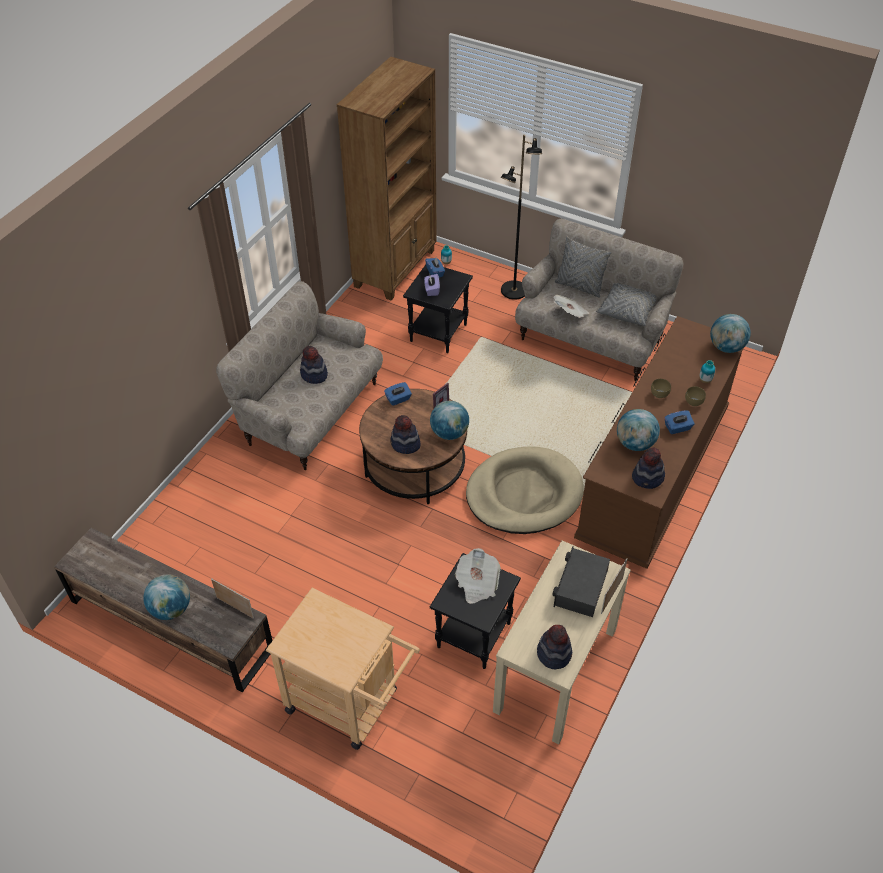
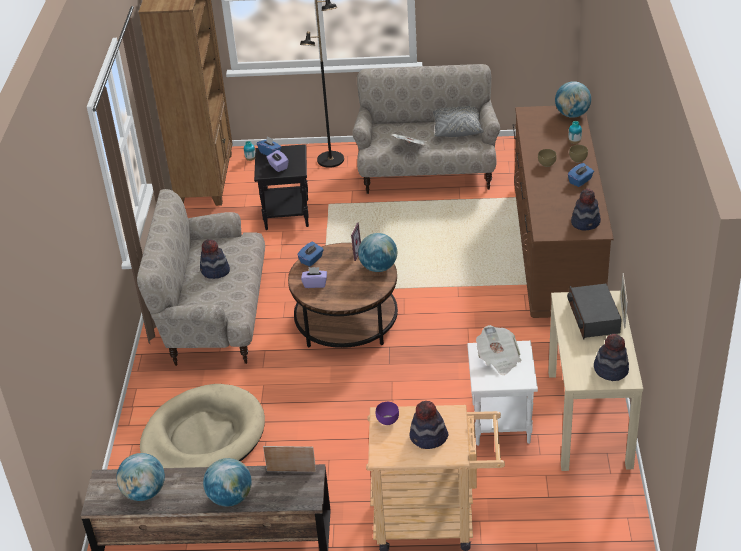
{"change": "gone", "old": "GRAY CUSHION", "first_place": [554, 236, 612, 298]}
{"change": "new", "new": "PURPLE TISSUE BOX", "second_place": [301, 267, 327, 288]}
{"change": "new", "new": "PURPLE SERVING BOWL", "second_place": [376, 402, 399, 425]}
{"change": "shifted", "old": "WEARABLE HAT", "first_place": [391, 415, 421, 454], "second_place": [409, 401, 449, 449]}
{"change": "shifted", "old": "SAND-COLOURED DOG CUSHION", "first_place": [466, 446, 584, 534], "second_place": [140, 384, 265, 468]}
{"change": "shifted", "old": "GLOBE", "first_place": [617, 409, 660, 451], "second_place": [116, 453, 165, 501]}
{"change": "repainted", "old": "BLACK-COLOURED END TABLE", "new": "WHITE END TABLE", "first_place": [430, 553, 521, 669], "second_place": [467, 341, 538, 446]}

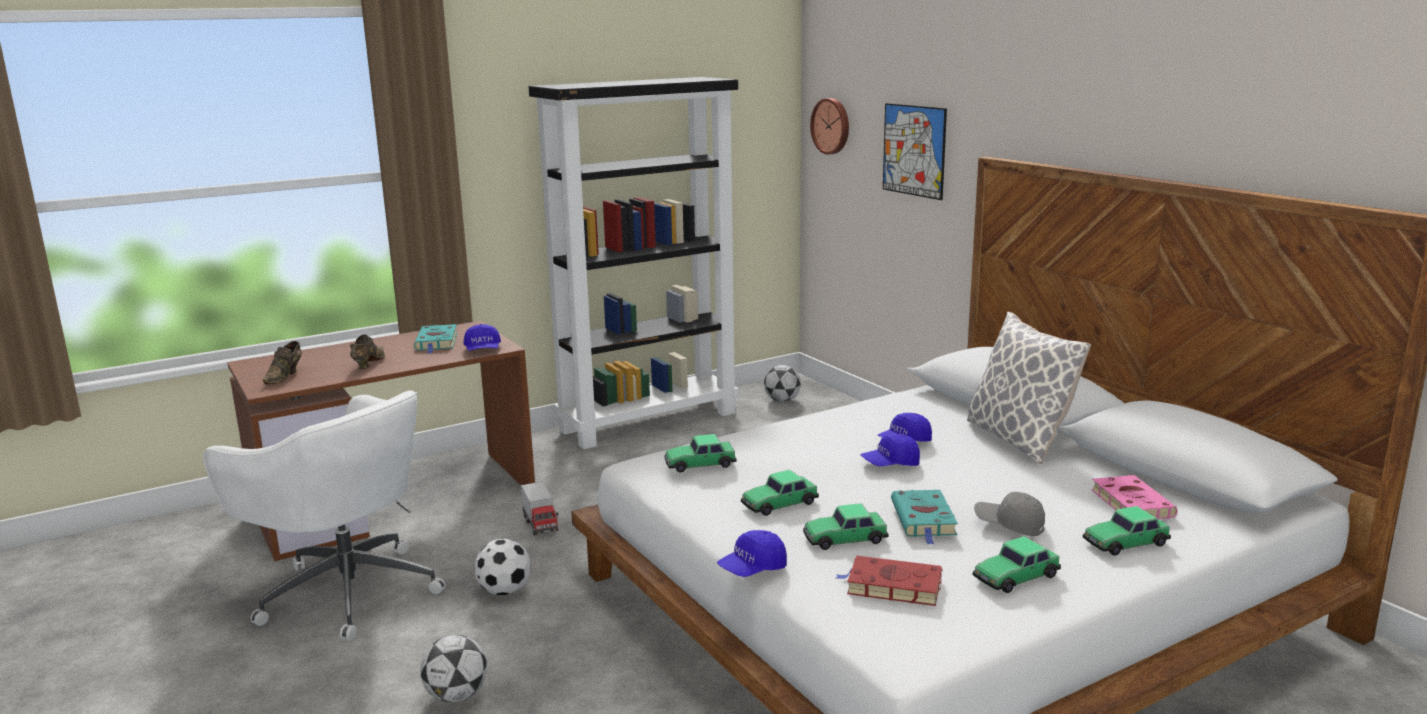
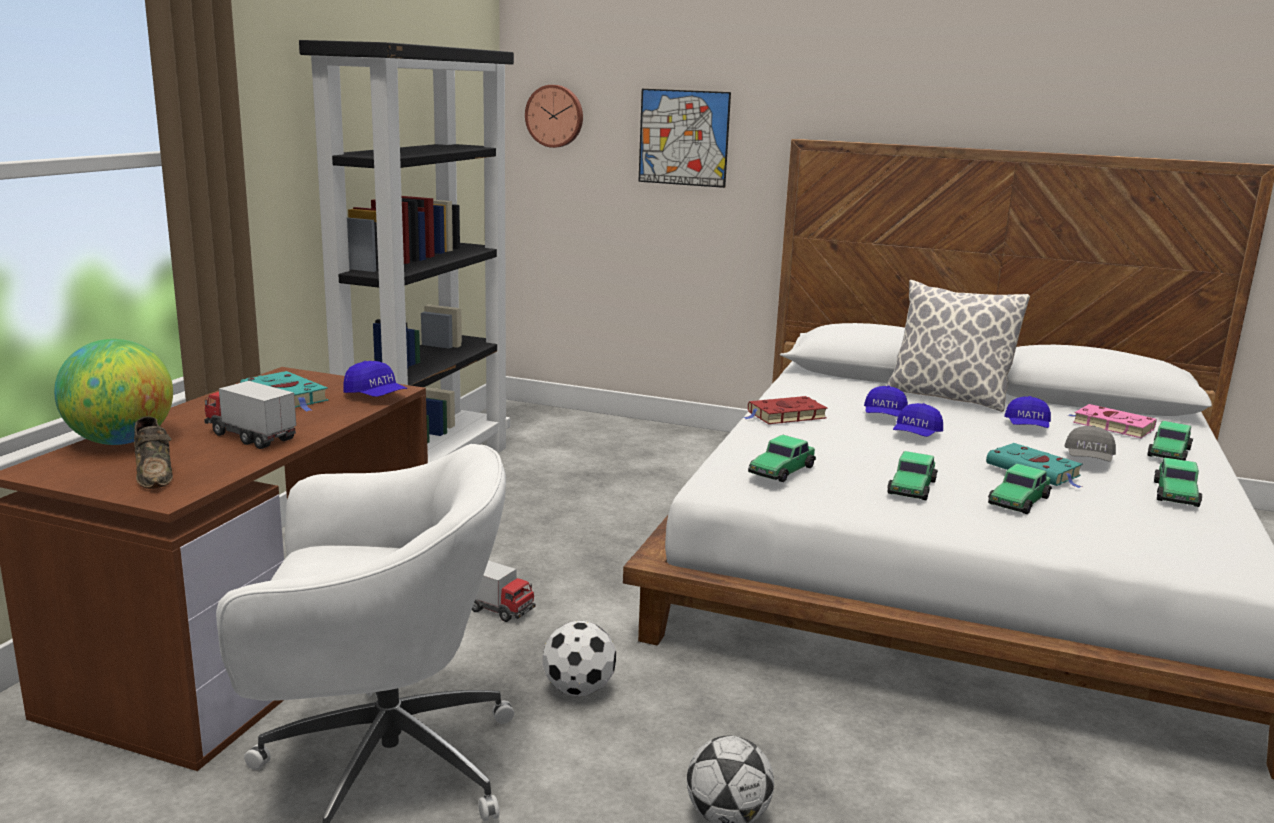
{"change": "gone", "old": "BALL FOR FOOTBALL", "first_place": [764, 365, 801, 402]}
{"change": "new", "new": "GLOBE", "second_place": [54, 339, 173, 445]}
{"change": "shifted", "old": "BLUE-COLOURED PEAKED CAP", "first_place": [717, 530, 787, 577], "second_place": [1004, 396, 1051, 428]}
{"change": "shifted", "old": "RED-COLOURED BOUND BOOK", "first_place": [836, 556, 943, 606], "second_place": [743, 396, 828, 424]}
{"change": "swapped", "old": "BROWNISH SHOE", "new": "MODEL TRUCK", "first_place": [350, 334, 385, 369], "second_place": [204, 381, 296, 449]}
{"change": "rotated", "old": "GRAY PEAKED CAP", "first_place": [974, 492, 1045, 536], "second_place": [1064, 425, 1116, 462], "degrees": -60}

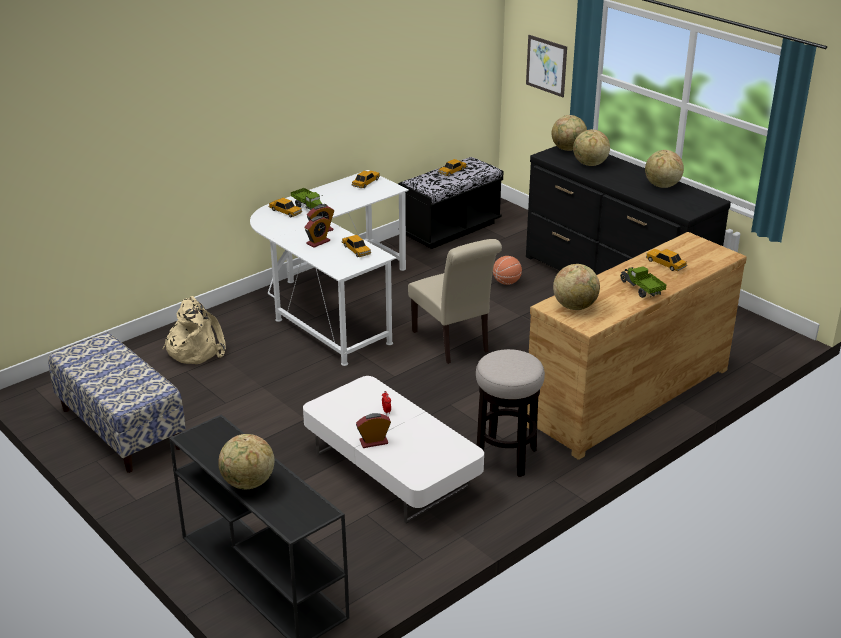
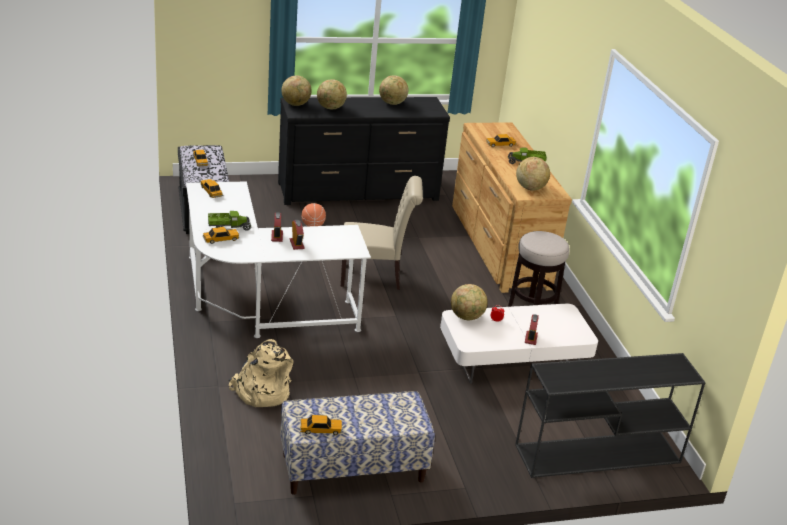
{"change": "gone", "old": "WALL PICTURE", "first_place": [526, 35, 567, 97]}
{"change": "shifted", "old": "GLOBE", "first_place": [218, 434, 274, 489], "second_place": [451, 284, 487, 320]}
{"change": "shifted", "old": "MODEL CAR", "first_place": [342, 235, 371, 257], "second_place": [300, 415, 342, 435]}

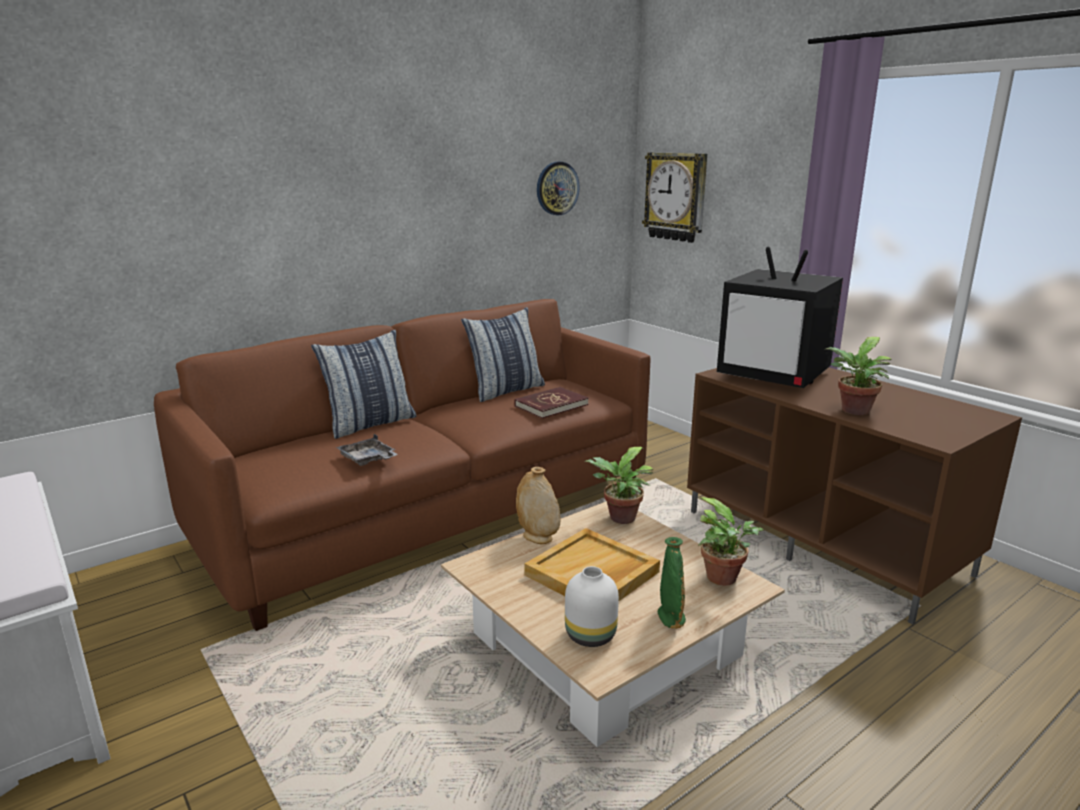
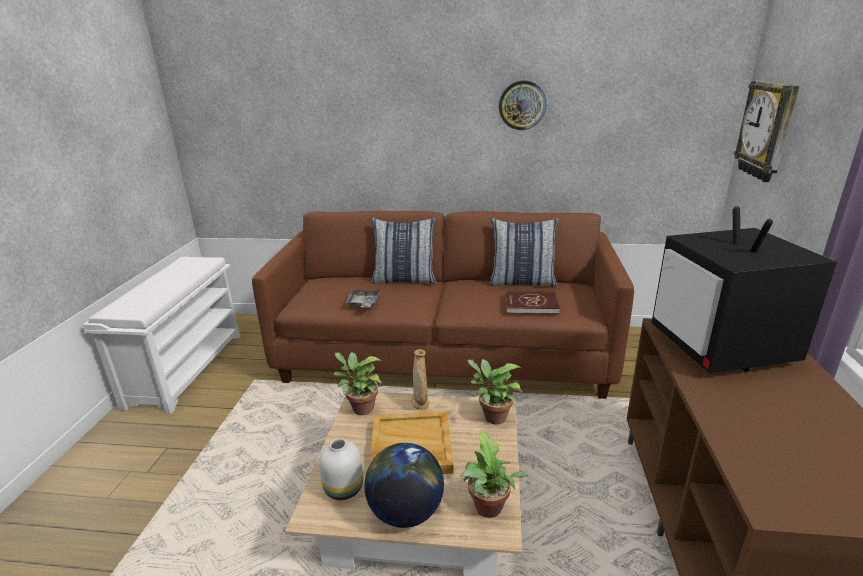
{"change": "shifted", "old": "WALL CLOCK", "first_place": [537, 162, 580, 215], "second_place": [499, 81, 546, 130]}
{"change": "shifted", "old": "HOUSEPLANT", "first_place": [826, 337, 892, 415], "second_place": [333, 352, 382, 415]}
{"change": "swapped", "old": "GREEN-COLOURED DECORATIVE VASE", "new": "GLOBE", "first_place": [658, 537, 686, 628], "second_place": [364, 443, 444, 528]}

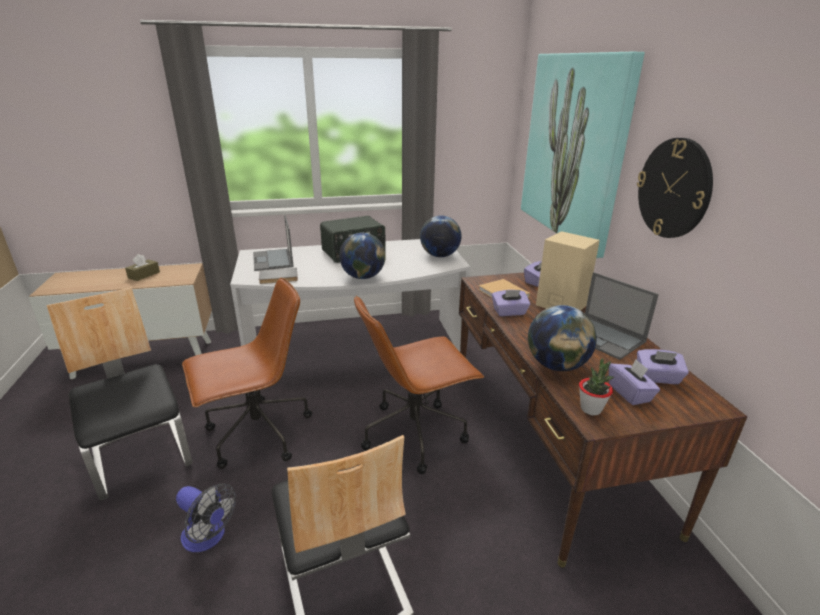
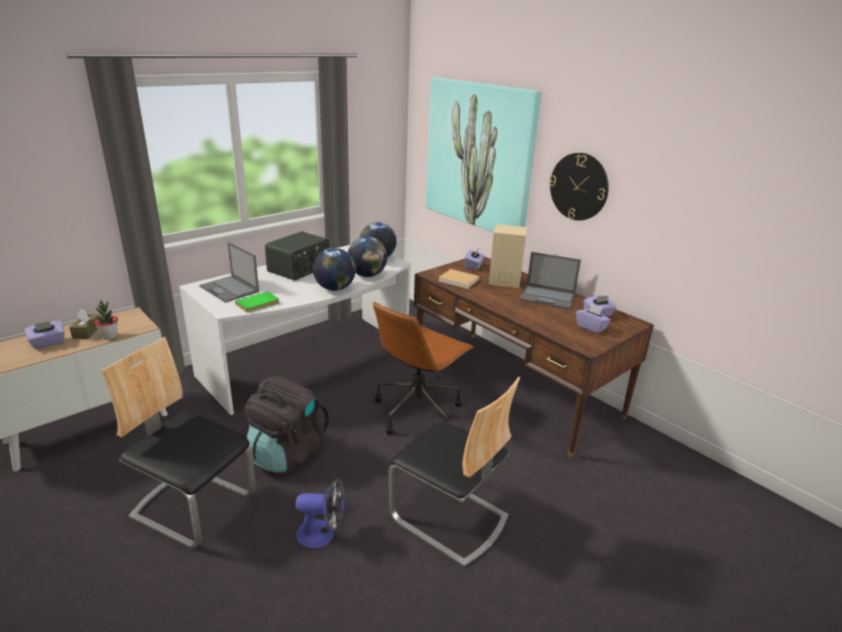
{"change": "shifted", "old": "PURPLE TISSUE BOX", "first_place": [492, 290, 530, 316], "second_place": [24, 321, 65, 349]}
{"change": "shifted", "old": "GLOBE", "first_place": [528, 305, 597, 371], "second_place": [348, 237, 387, 277]}
{"change": "shifted", "old": "HOUSEPLANT", "first_place": [579, 359, 614, 415], "second_place": [94, 300, 118, 340]}
{"change": "swapped", "old": "BROWNISH COMPUTER CHAIR", "new": "BLACK-COLOURED BACKPACK", "first_place": [182, 278, 312, 469], "second_place": [245, 376, 329, 473]}
{"change": "repainted", "old": "GRAY BOUND BOOK", "new": "GREEN-COLOURED BOUND BOOK", "first_place": [259, 268, 298, 284], "second_place": [235, 292, 279, 313]}

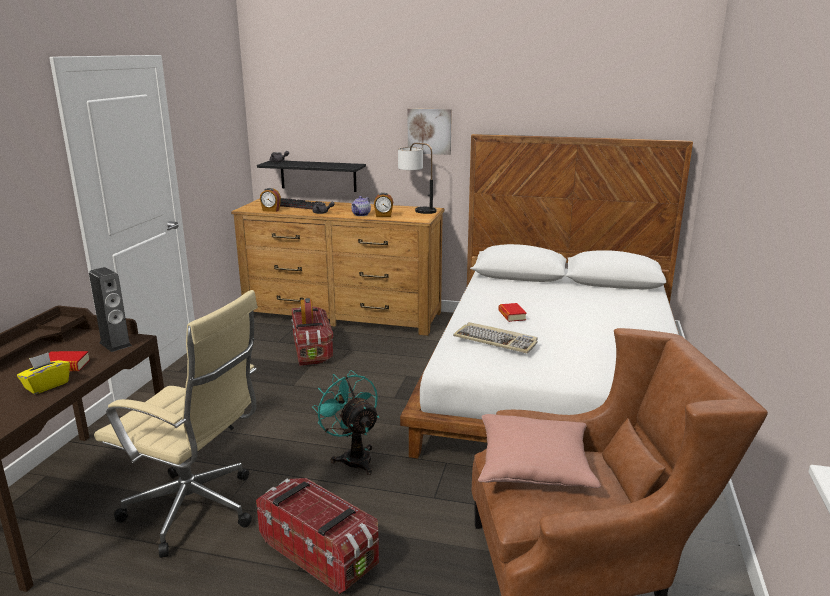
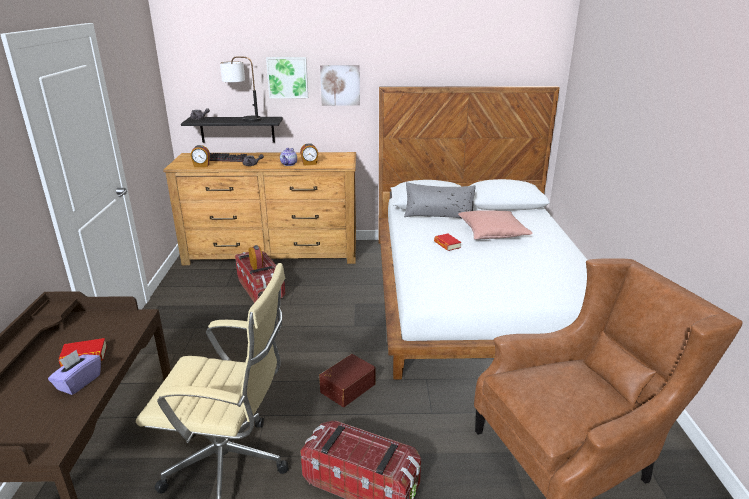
{"change": "gone", "old": "AUDIO SPEAKER", "first_place": [89, 267, 132, 352]}
{"change": "gone", "old": "KEYBOARD", "first_place": [453, 322, 538, 354]}
{"change": "new", "new": "WALL PICTURE", "second_place": [266, 57, 308, 98]}
{"change": "new", "new": "GRAY CUSHION", "second_place": [404, 182, 476, 218]}
{"change": "shifted", "old": "TABLE LAMP", "first_place": [398, 143, 436, 214], "second_place": [220, 56, 262, 122]}
{"change": "shifted", "old": "PINKISH CUSHION", "first_place": [478, 414, 601, 488], "second_place": [458, 210, 533, 240]}
{"change": "swapped", "old": "BLUE-GREEN COOLING FAN", "new": "BROWNISH STORAGE BOX", "first_place": [312, 370, 379, 475], "second_place": [319, 354, 375, 407]}
{"change": "repainted", "old": "YELLOWISH TISSUE BOX", "new": "PURPLE TISSUE BOX", "first_place": [17, 353, 70, 394], "second_place": [48, 350, 101, 395]}

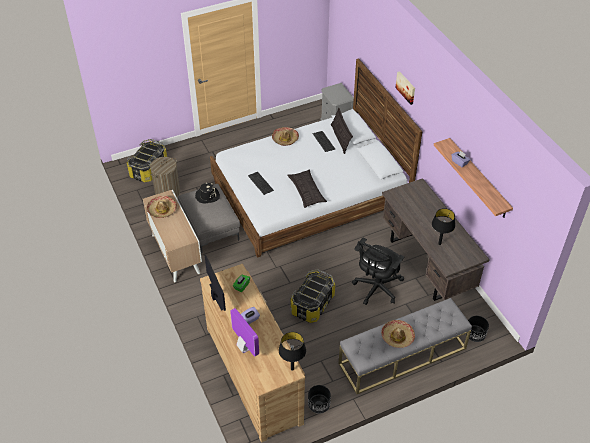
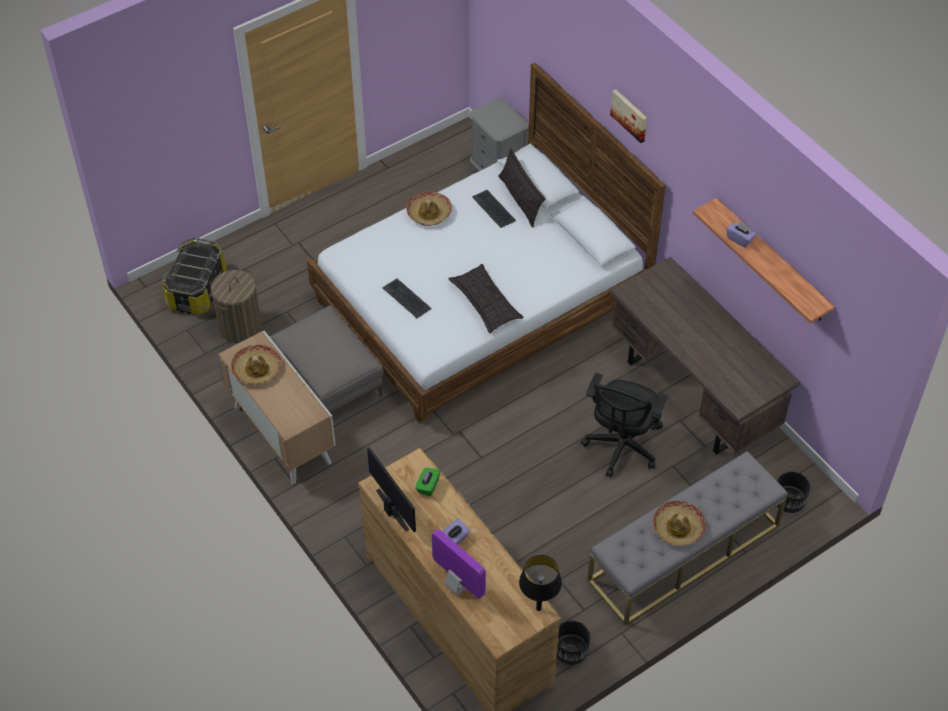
{"change": "gone", "old": "BLACK-COLOURED WEARABLE HAT", "first_place": [195, 183, 220, 204]}
{"change": "gone", "old": "STORAGE BOX", "first_place": [290, 269, 335, 323]}
{"change": "gone", "old": "BLACK-COLOURED TABLE LAMP", "first_place": [432, 208, 455, 245]}

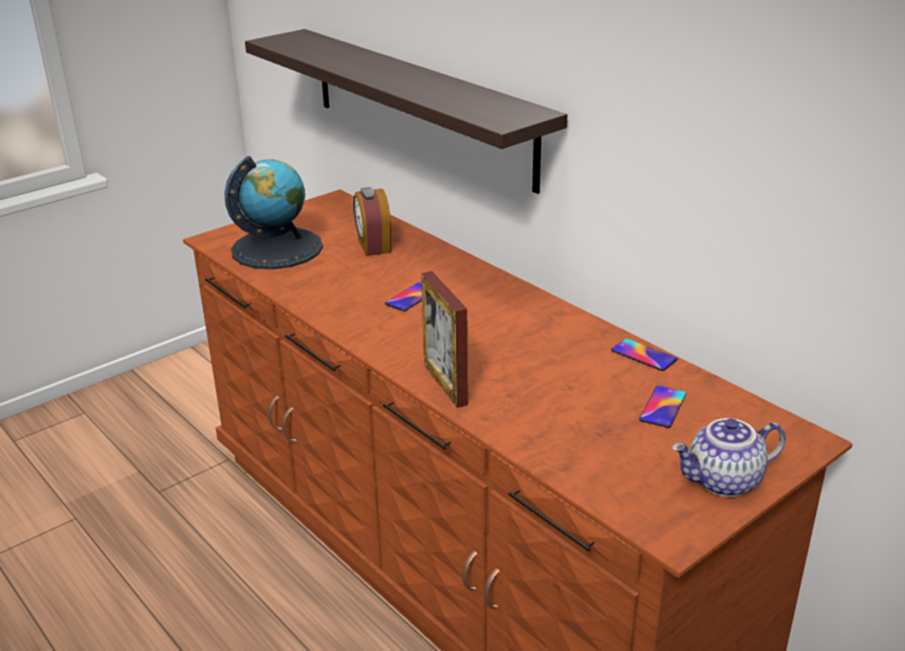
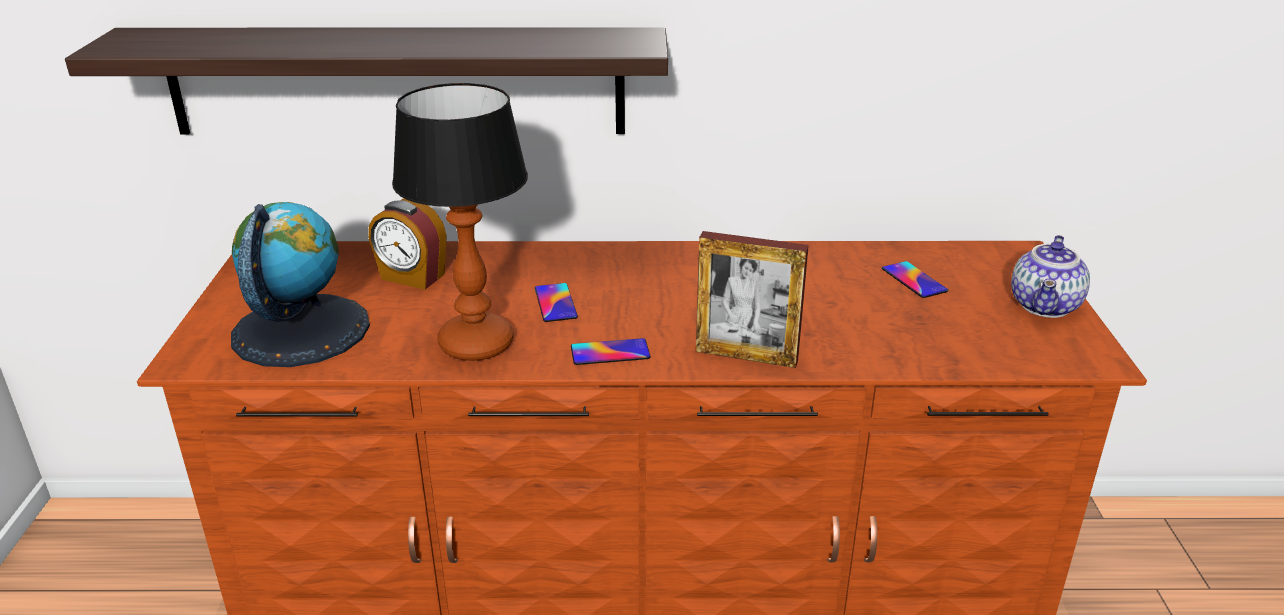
{"change": "new", "new": "TABLE LAMP", "second_place": [392, 83, 528, 361]}
{"change": "shifted", "old": "HANDSET", "first_place": [611, 338, 678, 371], "second_place": [571, 338, 651, 365]}

